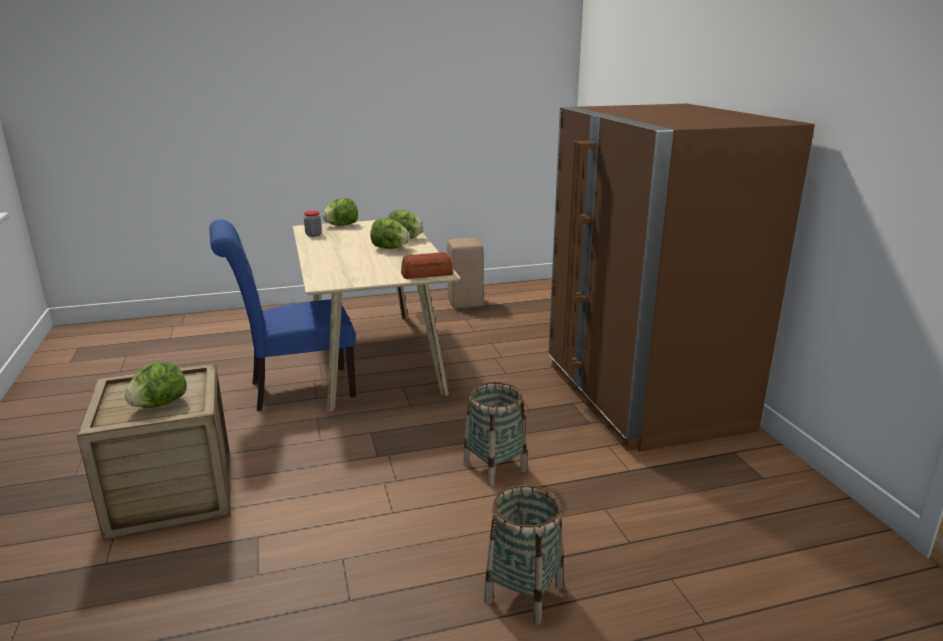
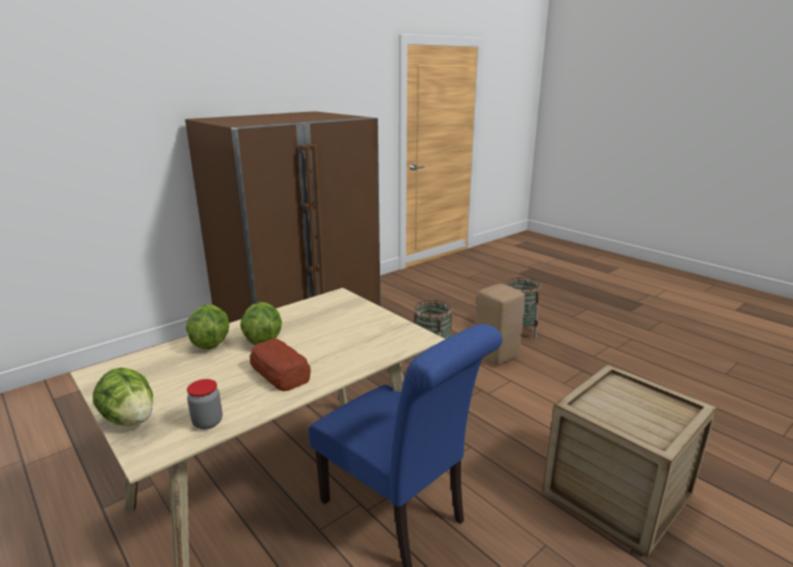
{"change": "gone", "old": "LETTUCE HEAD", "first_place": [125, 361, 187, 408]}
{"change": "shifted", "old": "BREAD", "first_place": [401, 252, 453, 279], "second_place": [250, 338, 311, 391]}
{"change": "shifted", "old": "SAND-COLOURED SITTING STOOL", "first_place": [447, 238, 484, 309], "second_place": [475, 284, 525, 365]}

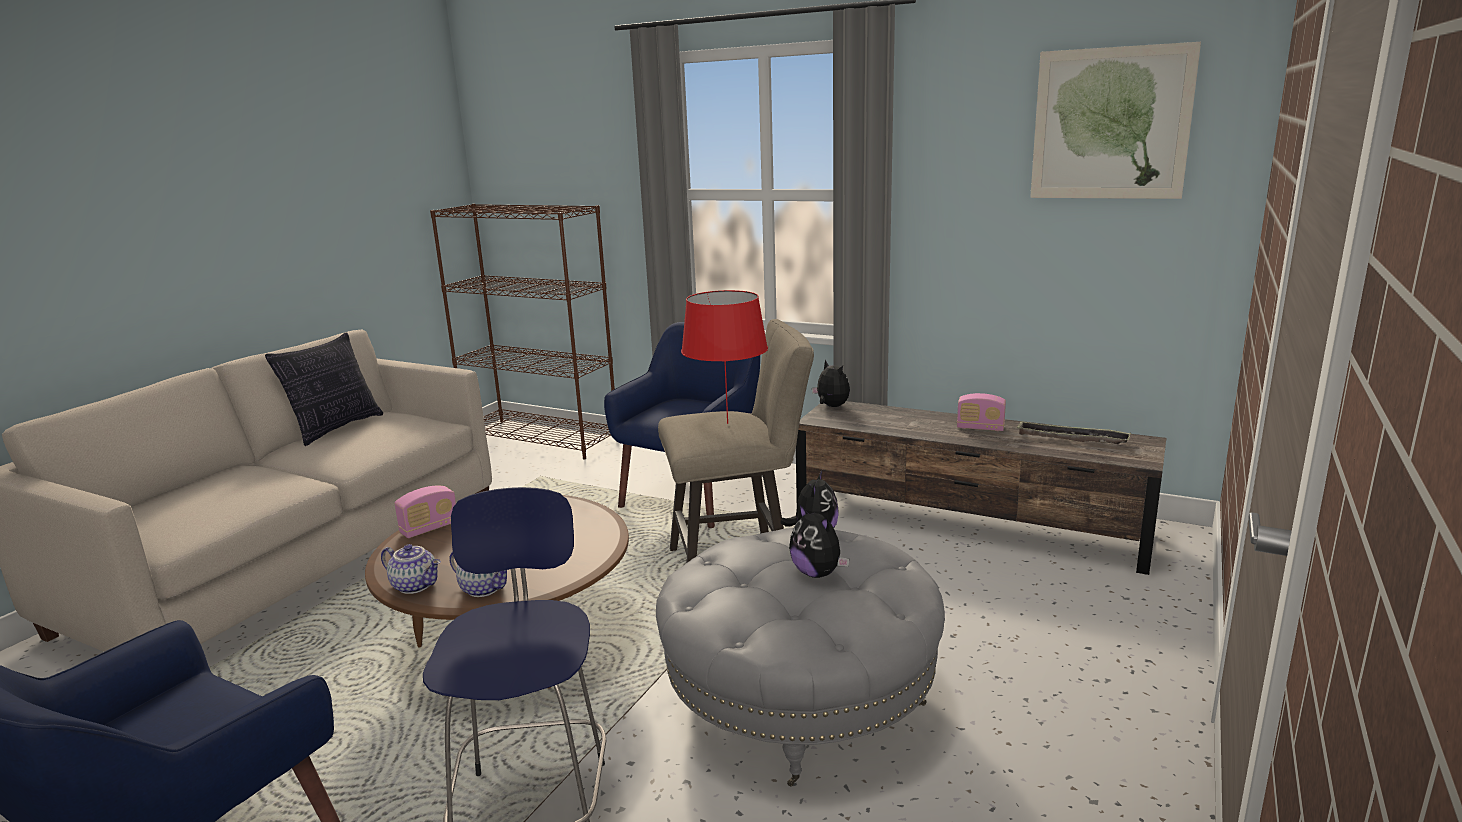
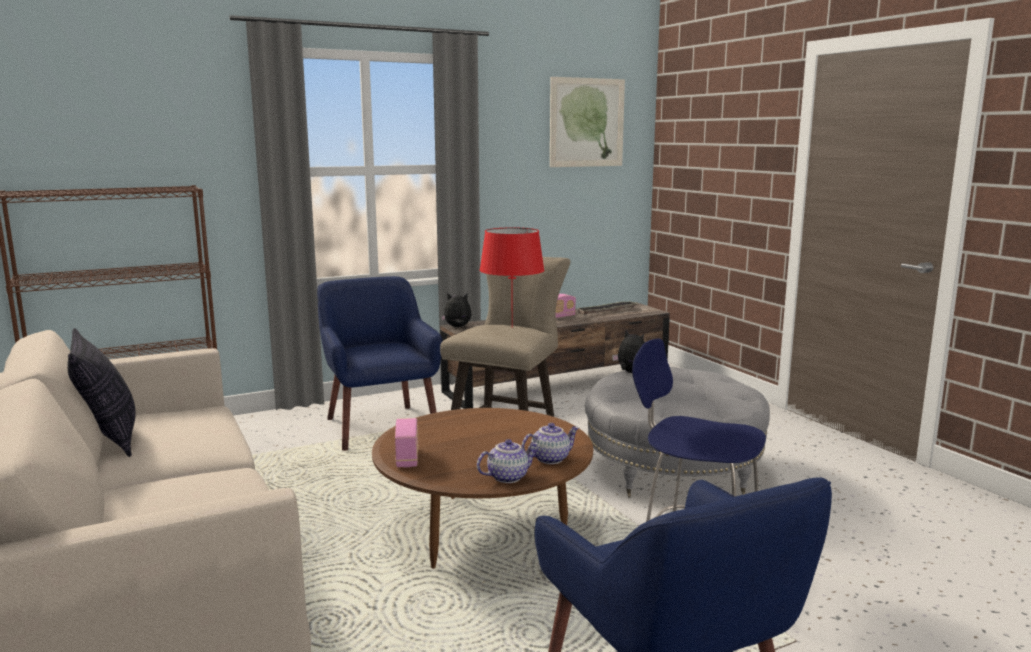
{"change": "gone", "old": "PLUSH TOY", "first_place": [789, 505, 849, 578]}

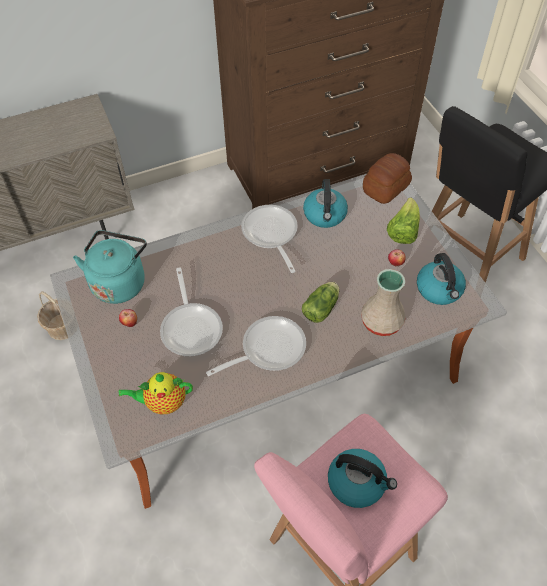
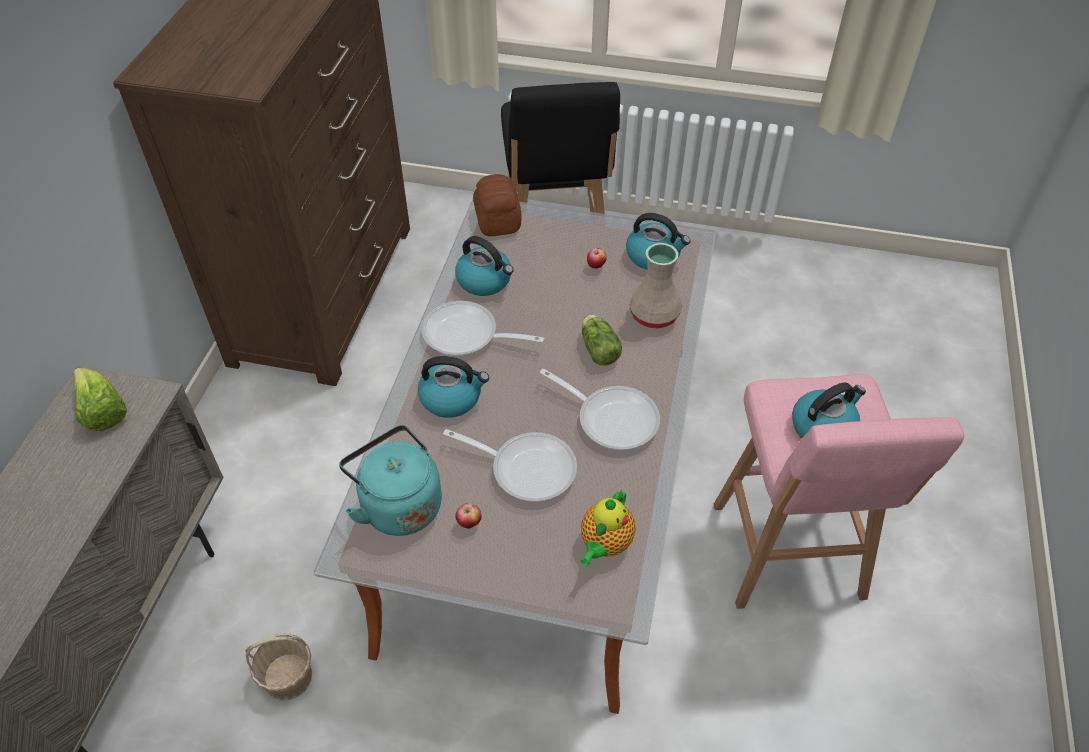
{"change": "new", "new": "KETTLE", "second_place": [418, 356, 489, 418]}
{"change": "shifted", "old": "LETTUCE HEAD", "first_place": [387, 197, 420, 244], "second_place": [74, 368, 127, 431]}
{"change": "rotated", "old": "PAN", "first_place": [206, 316, 306, 376], "second_place": [540, 369, 660, 450], "degrees": 120}

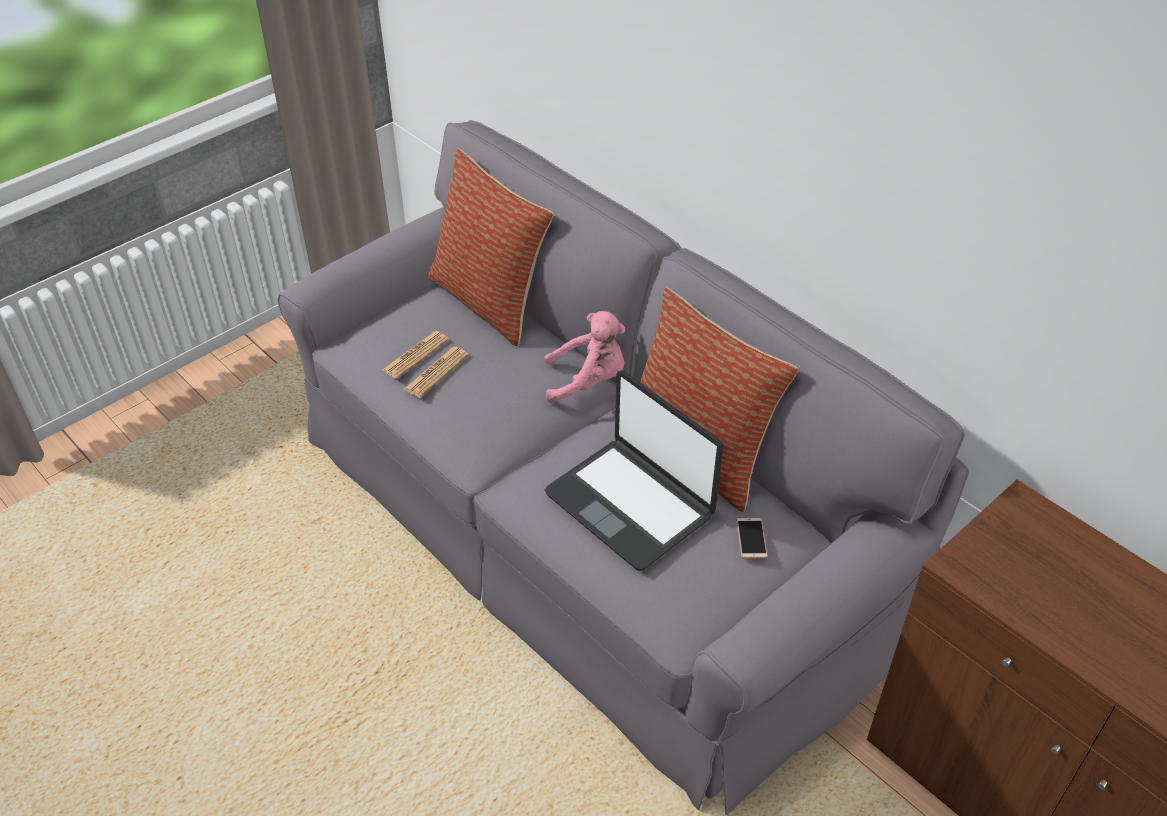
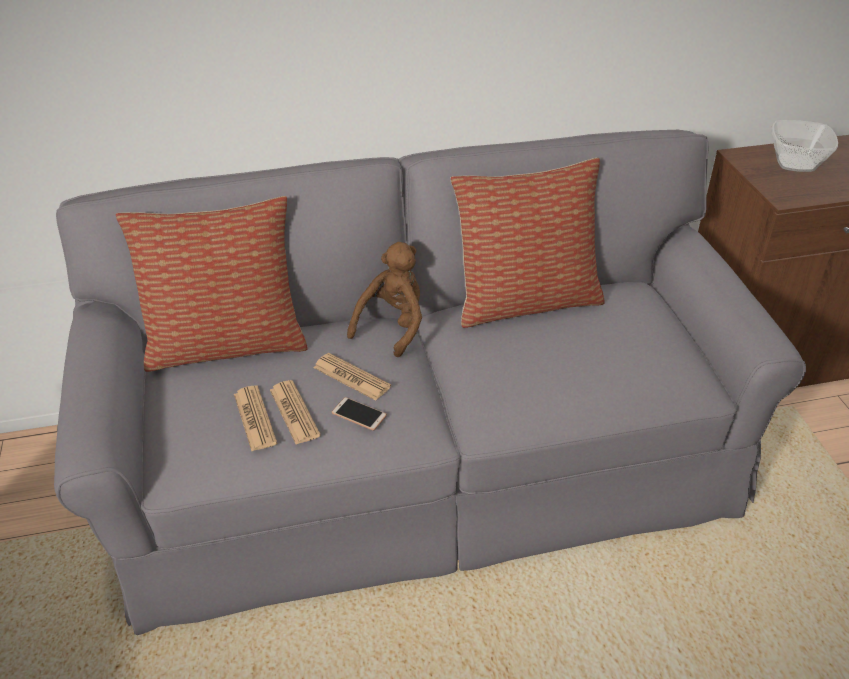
{"change": "gone", "old": "NOTEBOOK COMPUTER", "first_place": [545, 370, 723, 571]}
{"change": "new", "new": "PRINTED PAPER", "second_place": [314, 353, 391, 401]}
{"change": "new", "new": "SERVING BOWL", "second_place": [771, 120, 838, 172]}
{"change": "shifted", "old": "HANDSET", "first_place": [736, 517, 768, 559], "second_place": [332, 397, 387, 431]}
{"change": "repainted", "old": "PINKISH PLUSH TOY", "new": "BROWNISH PLUSH TOY", "first_place": [545, 311, 625, 403], "second_place": [347, 242, 422, 357]}

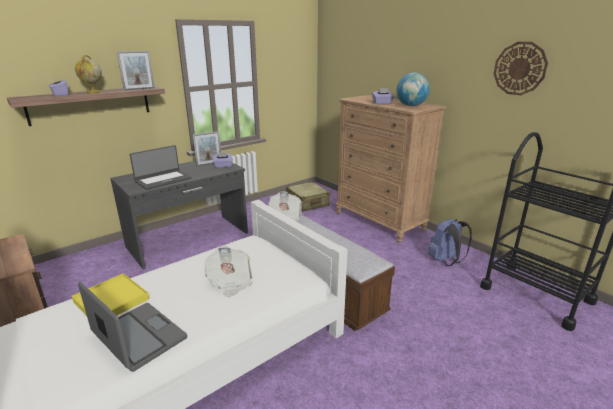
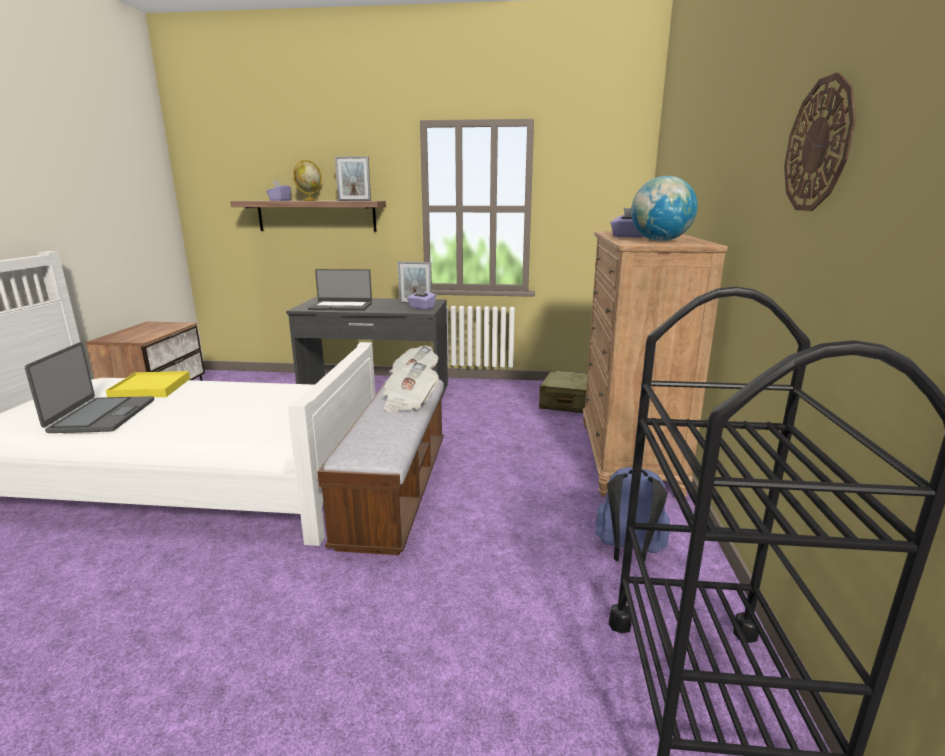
{"change": "shifted", "old": "PRINTED PAPER", "first_place": [205, 246, 253, 297], "second_place": [383, 362, 439, 412]}

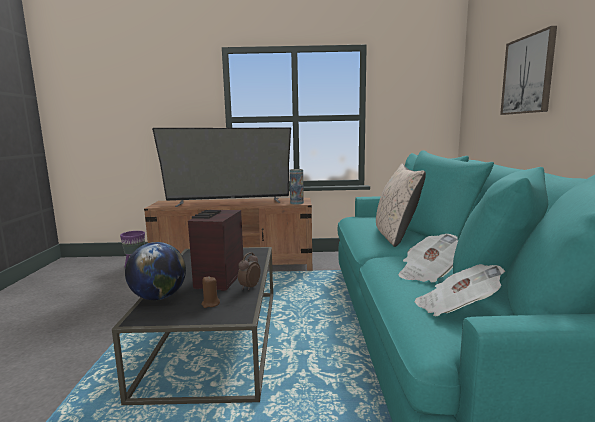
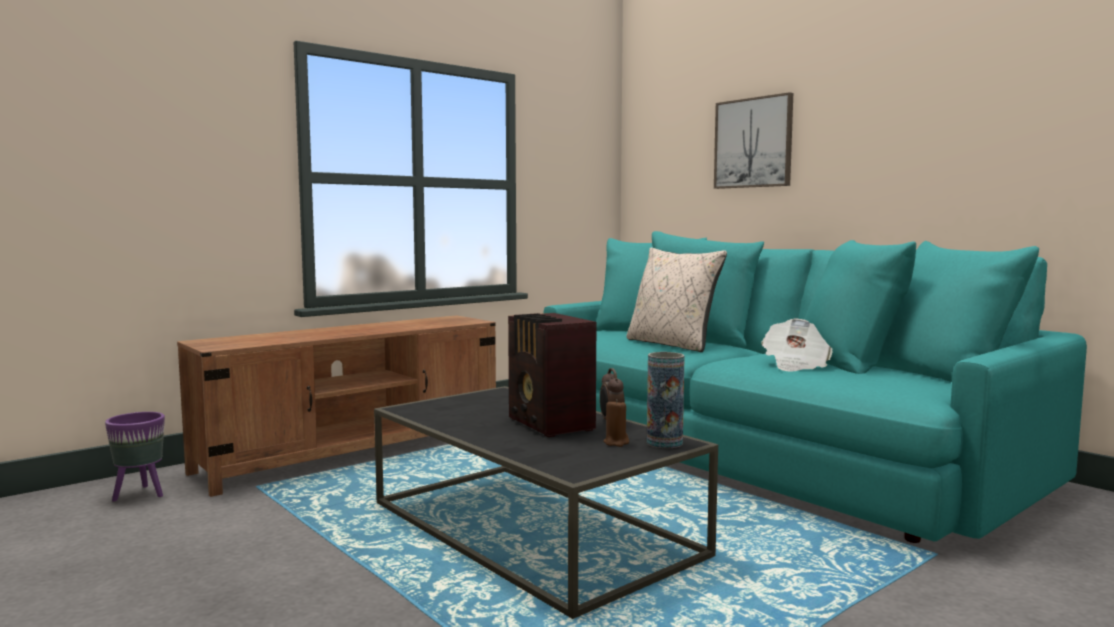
{"change": "gone", "old": "GLOBE", "first_place": [125, 242, 186, 300]}
{"change": "gone", "old": "TELEVISION", "first_place": [152, 127, 291, 207]}
{"change": "gone", "old": "PRINTED PAPER", "first_place": [414, 264, 505, 316]}
{"change": "shifted", "old": "DECORATIVE VASE", "first_place": [290, 169, 304, 205], "second_place": [647, 352, 685, 448]}

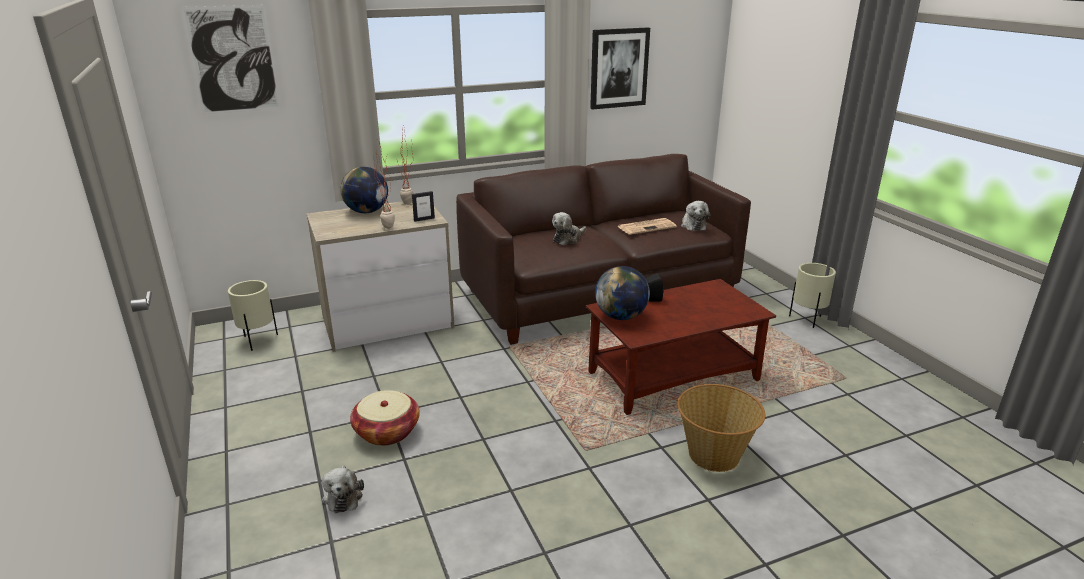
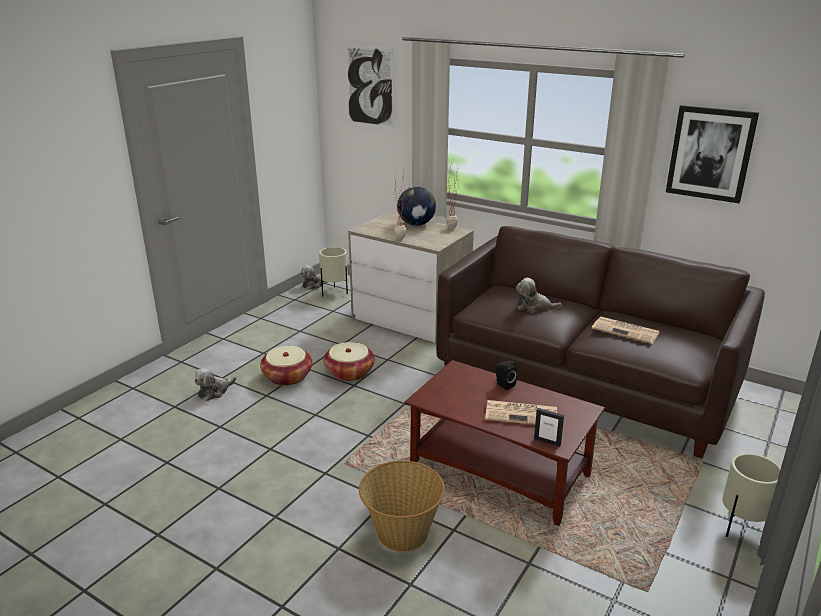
{"change": "gone", "old": "GLOBE", "first_place": [595, 266, 650, 320]}
{"change": "new", "new": "STORAGE BASKET", "second_place": [323, 342, 375, 381]}
{"change": "new", "new": "PRINTED PAPER", "second_place": [485, 400, 557, 425]}
{"change": "shifted", "old": "STANDING FRAME", "first_place": [412, 191, 435, 222], "second_place": [534, 408, 564, 447]}
{"change": "shifted", "old": "PLUSH TOY", "first_place": [681, 201, 711, 231], "second_place": [301, 265, 324, 290]}

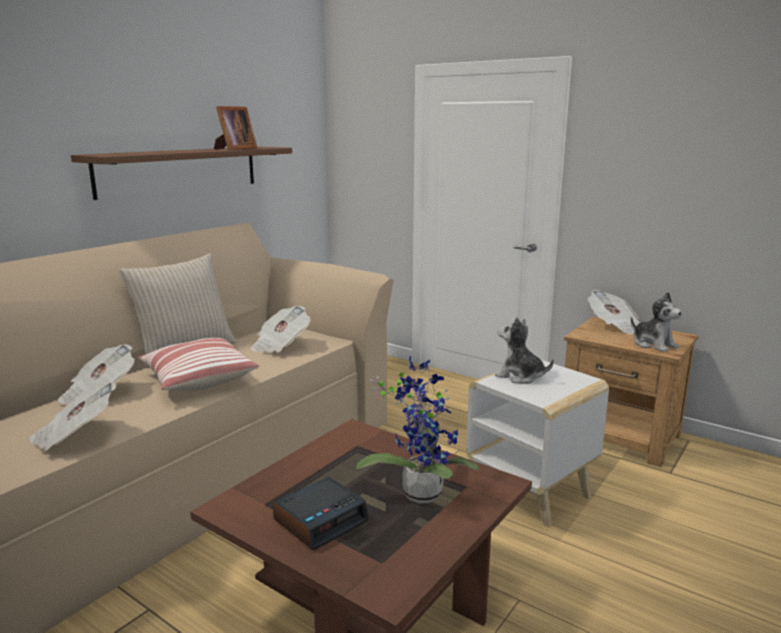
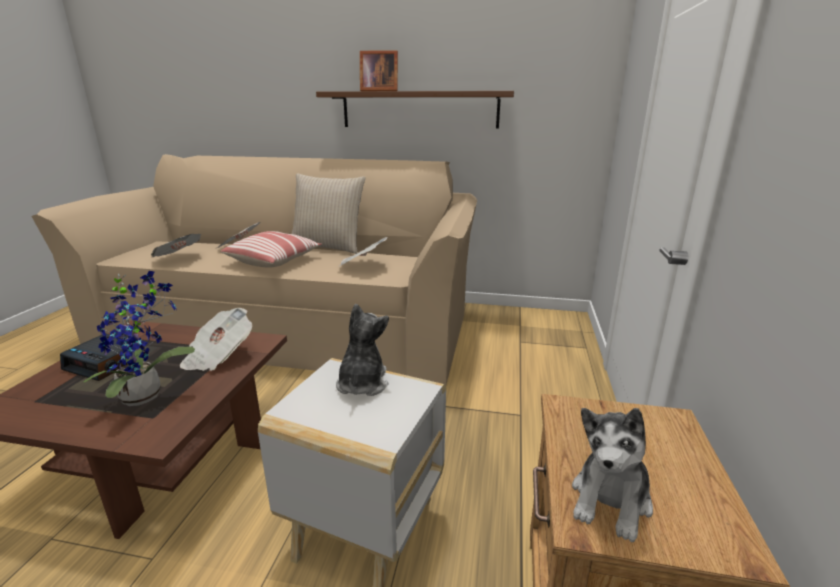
{"change": "shifted", "old": "STANDING FRAME", "first_place": [214, 106, 257, 150], "second_place": [360, 51, 398, 91]}
{"change": "shifted", "old": "PRINTED PAPER", "first_place": [588, 290, 641, 335], "second_place": [180, 308, 252, 371]}

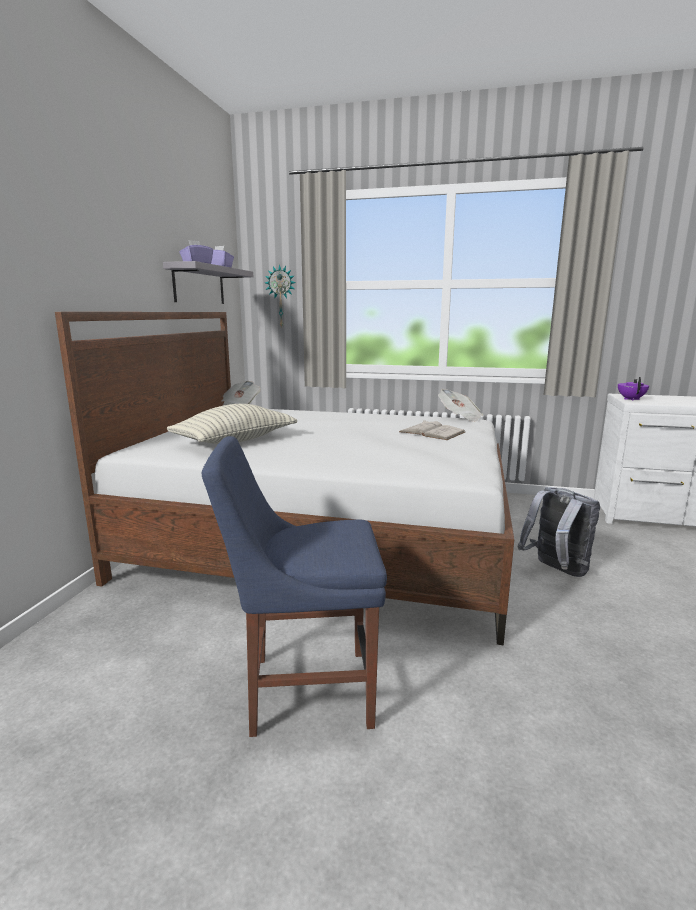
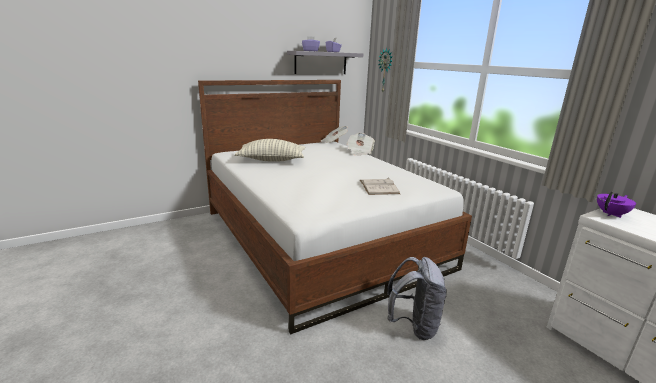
{"change": "gone", "old": "BLUE-COLOURED UPRIGHT CHAIR", "first_place": [202, 436, 387, 737]}
{"change": "shifted", "old": "PRINTED PAPER", "first_place": [438, 389, 483, 422], "second_place": [346, 133, 375, 156]}

